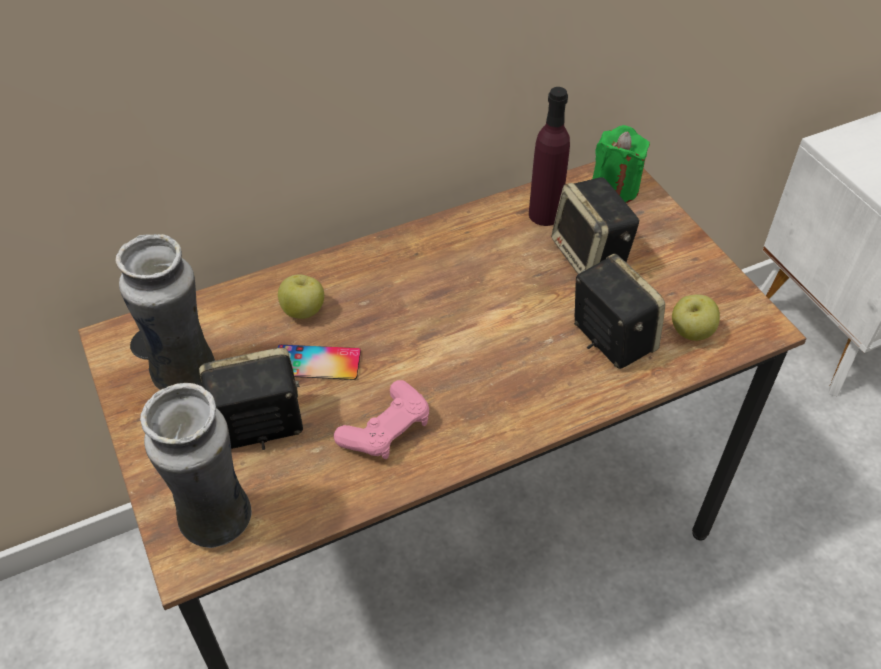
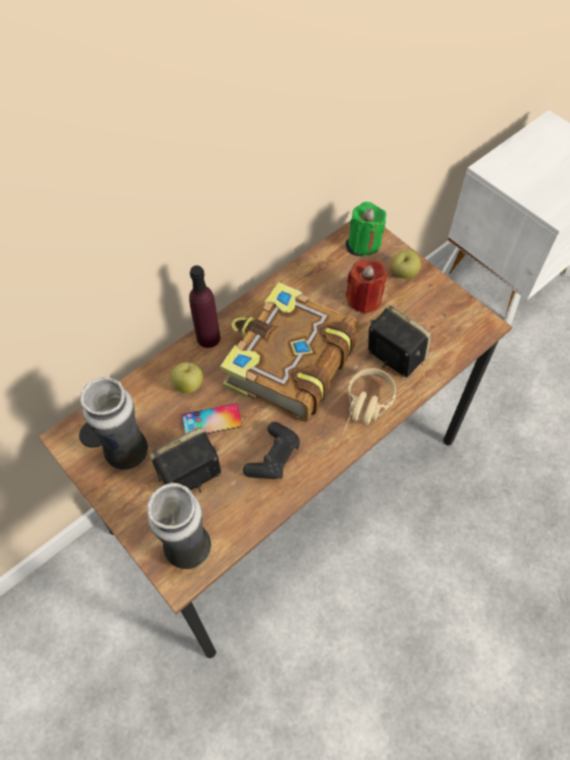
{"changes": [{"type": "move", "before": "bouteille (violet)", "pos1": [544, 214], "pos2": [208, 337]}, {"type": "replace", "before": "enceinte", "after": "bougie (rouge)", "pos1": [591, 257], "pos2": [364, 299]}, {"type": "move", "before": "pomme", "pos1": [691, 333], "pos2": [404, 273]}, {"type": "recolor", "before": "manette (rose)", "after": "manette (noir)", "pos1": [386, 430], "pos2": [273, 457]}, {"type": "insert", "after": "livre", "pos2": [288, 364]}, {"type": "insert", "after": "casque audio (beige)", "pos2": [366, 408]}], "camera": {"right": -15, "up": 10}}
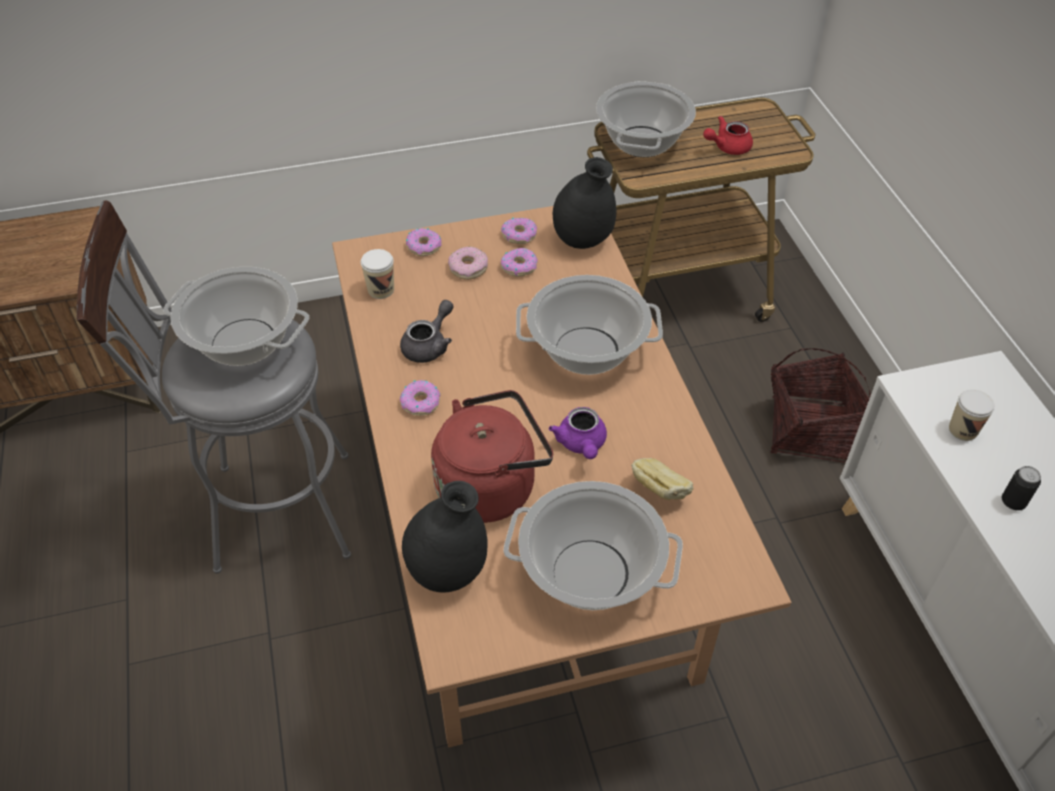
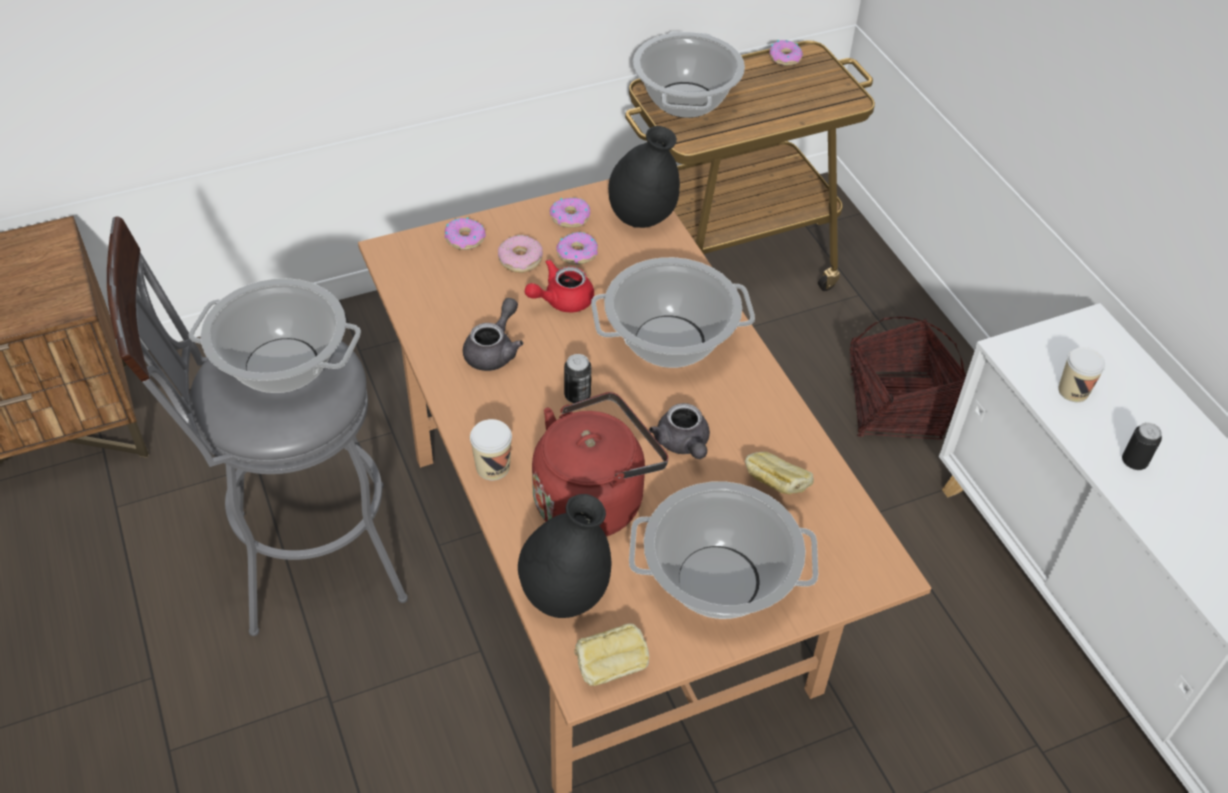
{"changes": [{"type": "move", "before": "théière (rouge)", "pos1": [727, 147], "pos2": [561, 300]}, {"type": "move", "before": "tasse", "pos1": [381, 290], "pos2": [493, 467]}, {"type": "move", "before": "beignet", "pos1": [421, 402], "pos2": [785, 57]}, {"type": "recolor", "before": "théière (violet)", "after": "théière (gris)", "pos1": [581, 444], "pos2": [683, 444]}, {"type": "insert", "after": "boîte métallique", "pos2": [577, 395]}, {"type": "insert", "after": "pain", "pos2": [610, 668]}], "camera": {"right": -10, "up": 0}}
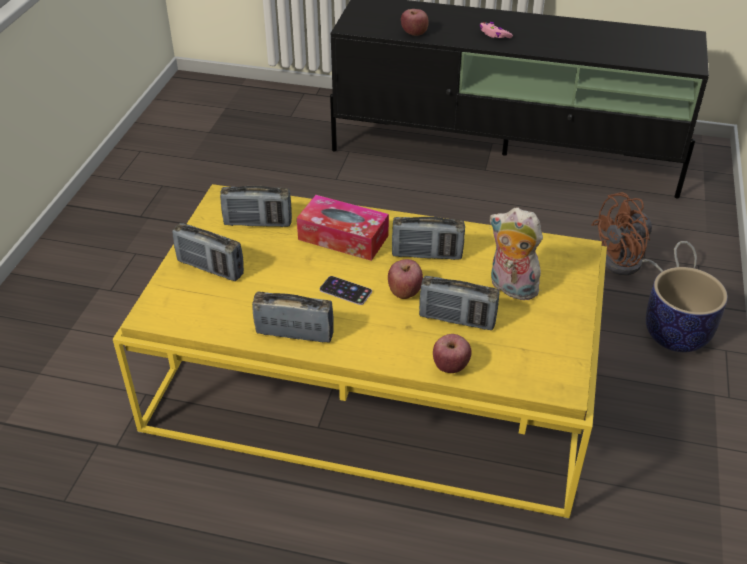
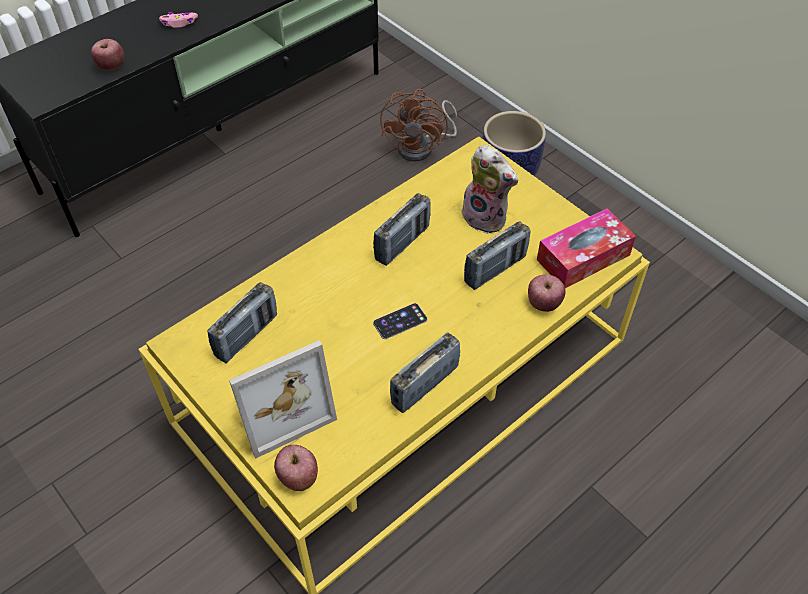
{"changes": [{"type": "move", "before": "boîte à mouchoirs", "pos1": [343, 237], "pos2": [583, 257]}, {"type": "rotate", "before": "peluche", "pos1": [510, 288], "pos2": [487, 217], "turn": -120}, {"type": "replace", "before": "radio", "after": "cadre photo", "pos1": [210, 268], "pos2": [279, 406]}, {"type": "move", "before": "pomme", "pos1": [404, 291], "pos2": [298, 477]}], "camera": {"right": -55, "up": 10}}
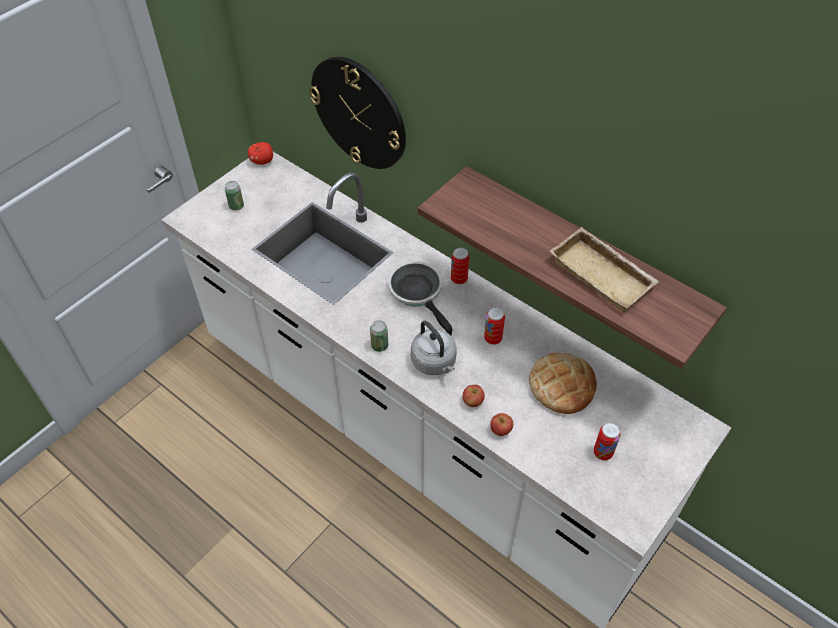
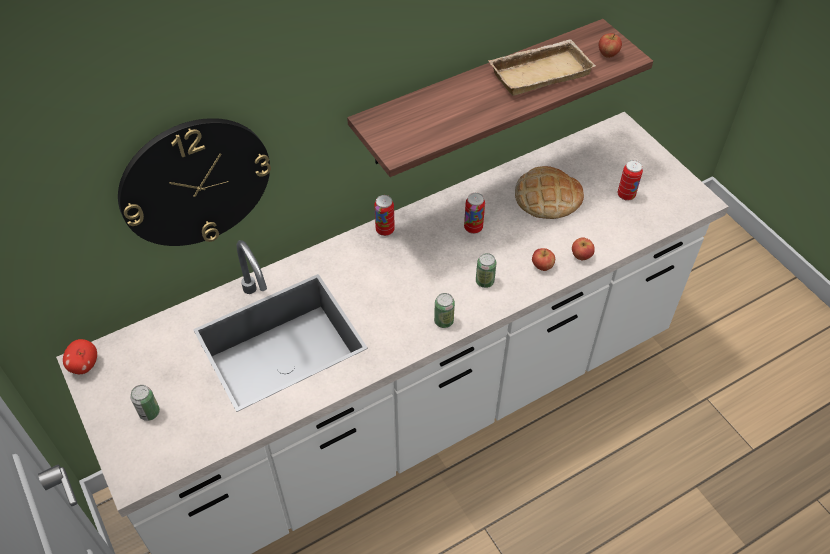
{"changes": [{"type": "delete", "before": "poêle", "pos1": [418, 293]}, {"type": "replace", "before": "bouilloire (gris)", "after": "boîte métallique", "pos1": [435, 363], "pos2": [484, 281]}, {"type": "insert", "after": "pomme", "pos2": [607, 54]}], "camera": {"right": -70, "up": 0}}
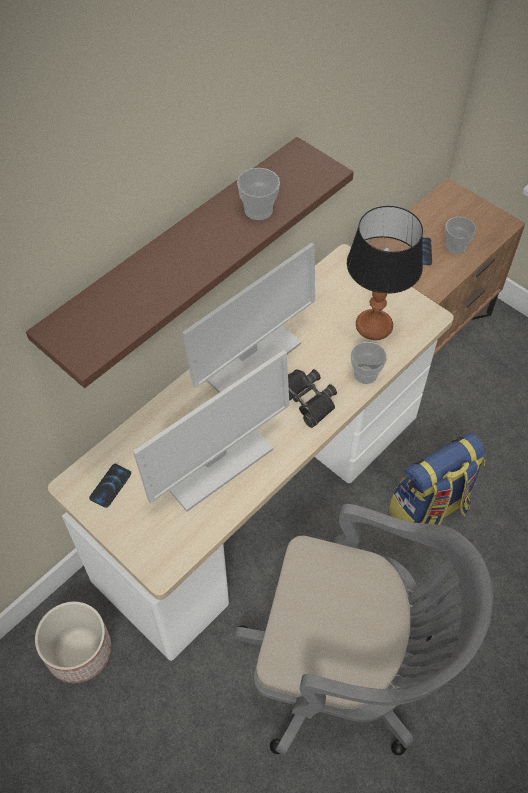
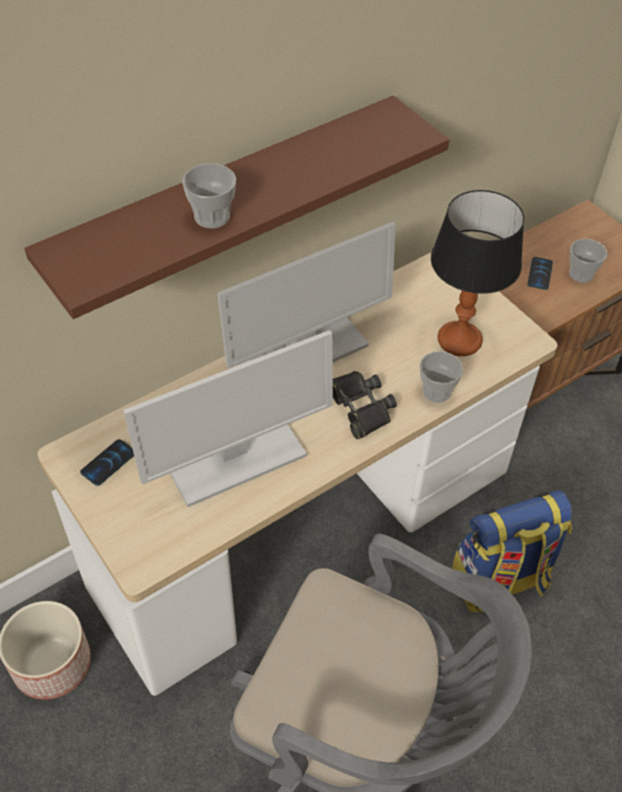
{"changes": [{"type": "move", "before": "tasse", "pos1": [258, 210], "pos2": [212, 216]}], "camera": {"right": 10, "up": -5}}
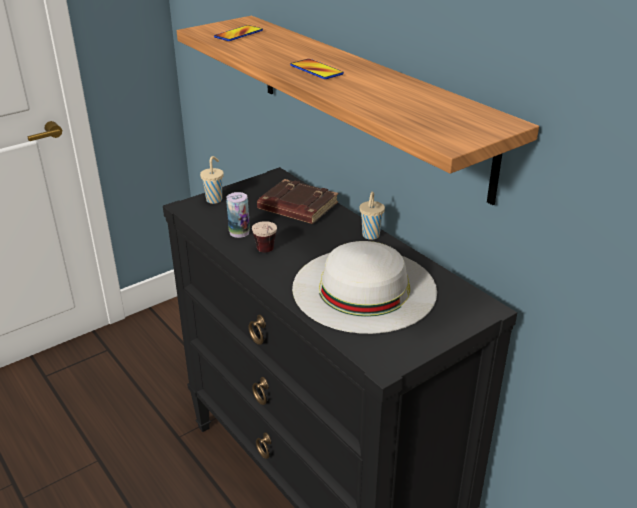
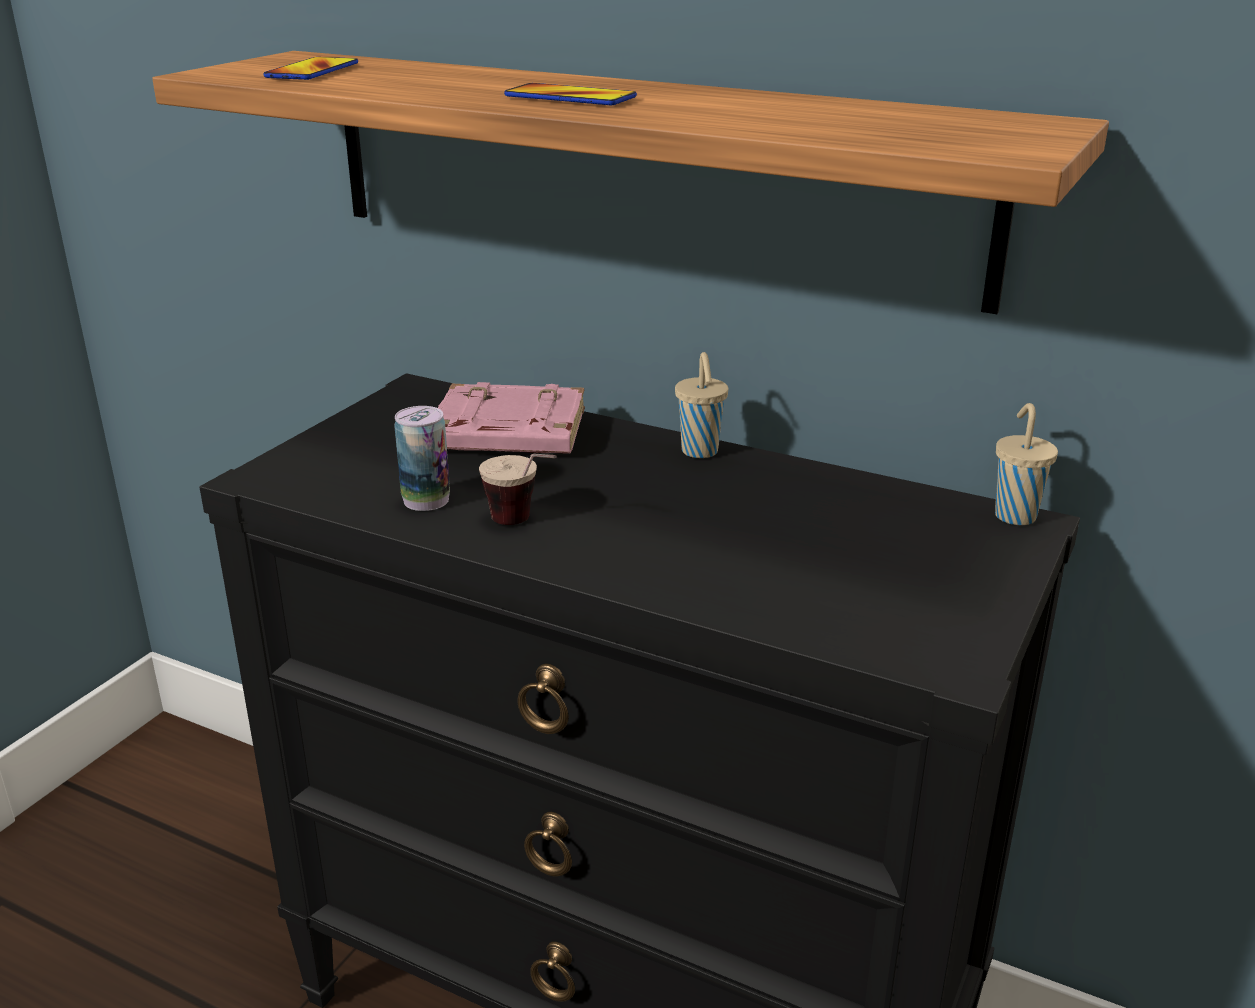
{"changes": [{"type": "move", "before": "tasse (beige)", "pos1": [214, 199], "pos2": [1014, 515]}, {"type": "recolor", "before": "livre (marron)", "after": "livre (rose)", "pos1": [296, 207], "pos2": [507, 433]}, {"type": "delete", "before": "chapeau (blanc)", "pos1": [364, 288]}], "camera": {"right": -25, "up": -5}}
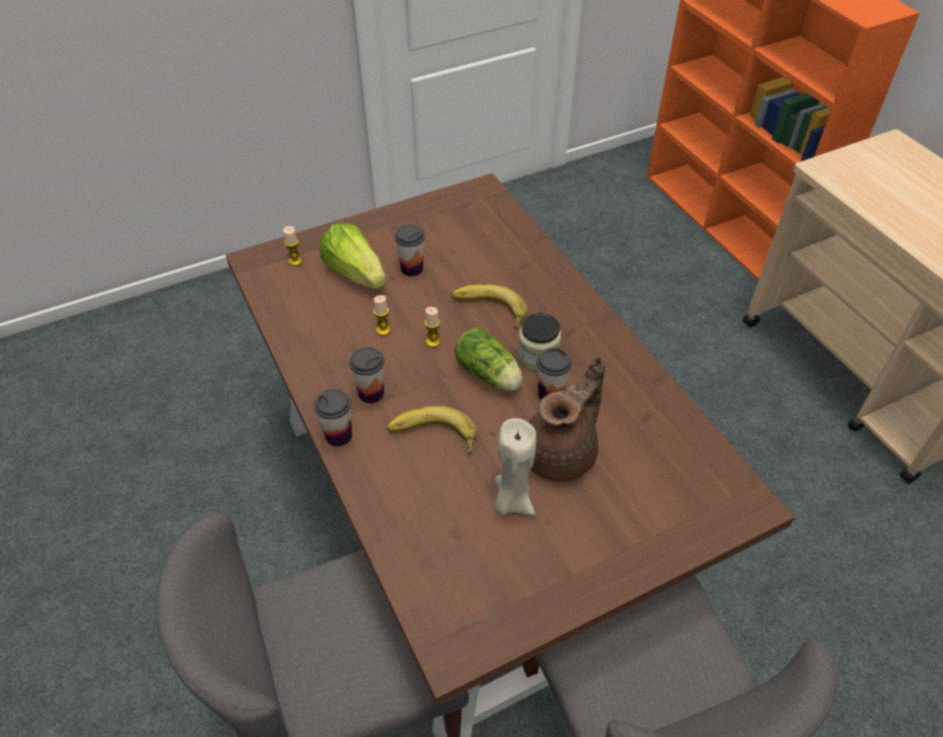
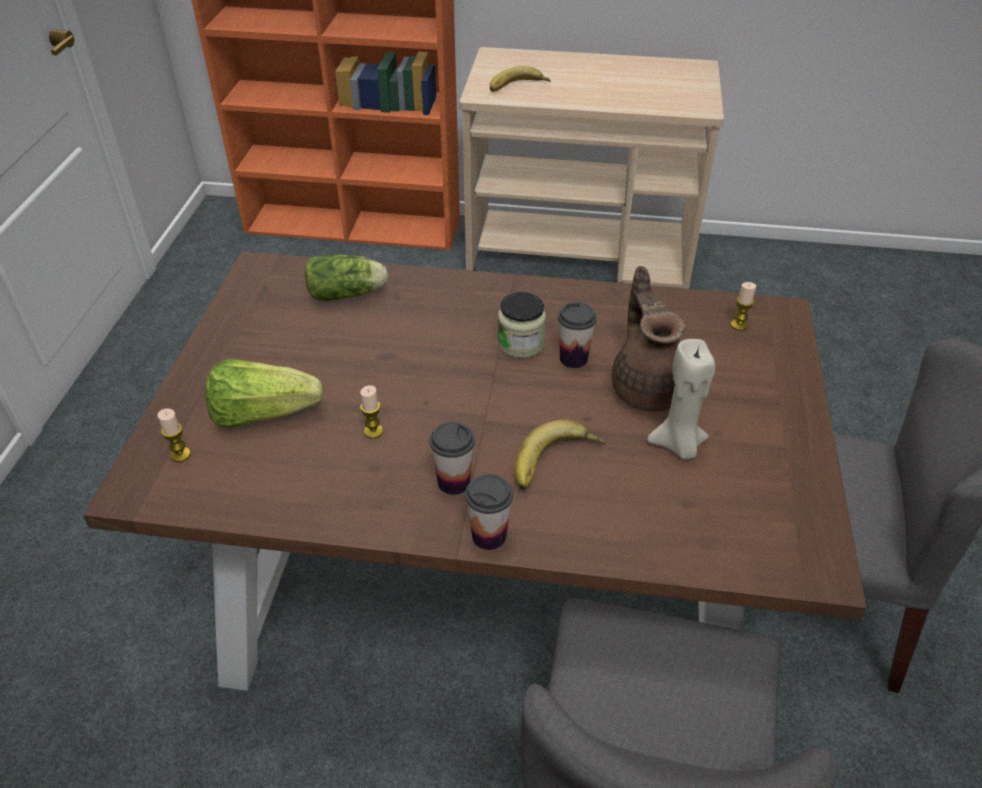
{"changes": [{"type": "delete", "before": "tasse", "pos1": [411, 268]}, {"type": "move", "before": "banane", "pos1": [488, 311], "pos2": [518, 87]}, {"type": "move", "before": "bougie", "pos1": [433, 342], "pos2": [739, 325]}, {"type": "move", "before": "laitue", "pos1": [490, 376], "pos2": [349, 294]}], "camera": {"right": -55, "up": -5}}
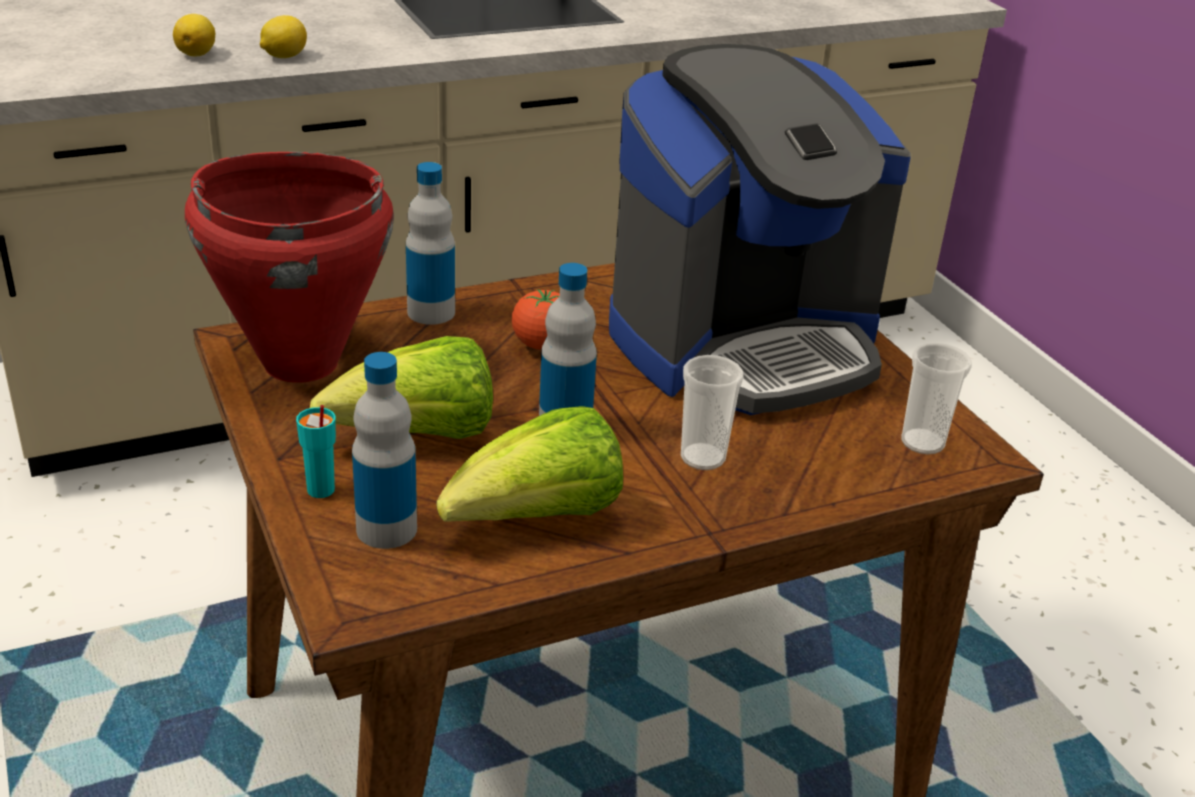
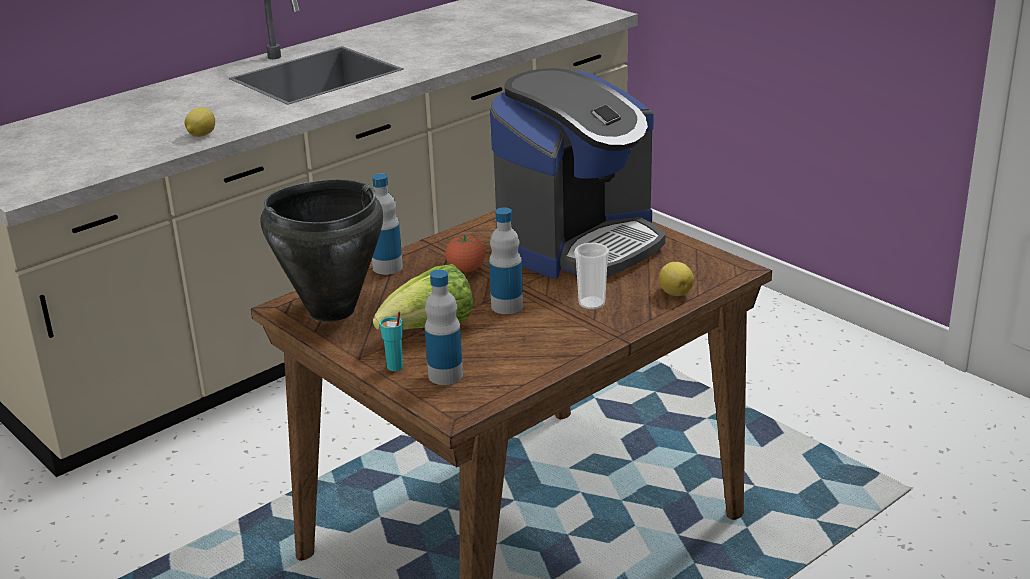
{"changes": [{"type": "move", "before": "citron", "pos1": [197, 54], "pos2": [675, 292]}, {"type": "recolor", "before": "marmite (rouge)", "after": "marmite (noir)", "pos1": [299, 362], "pos2": [331, 310]}, {"type": "delete", "before": "tasse", "pos1": [922, 442]}, {"type": "delete", "before": "laitue", "pos1": [538, 519]}], "camera": {"right": -15, "up": -5}}
